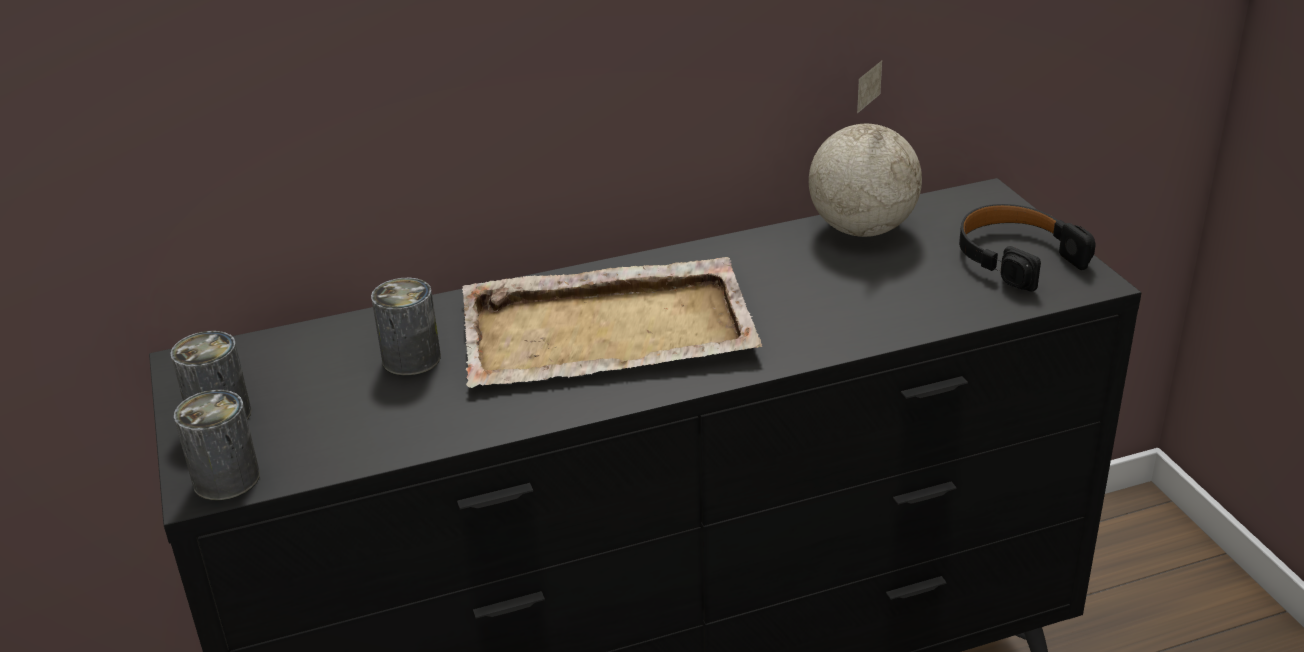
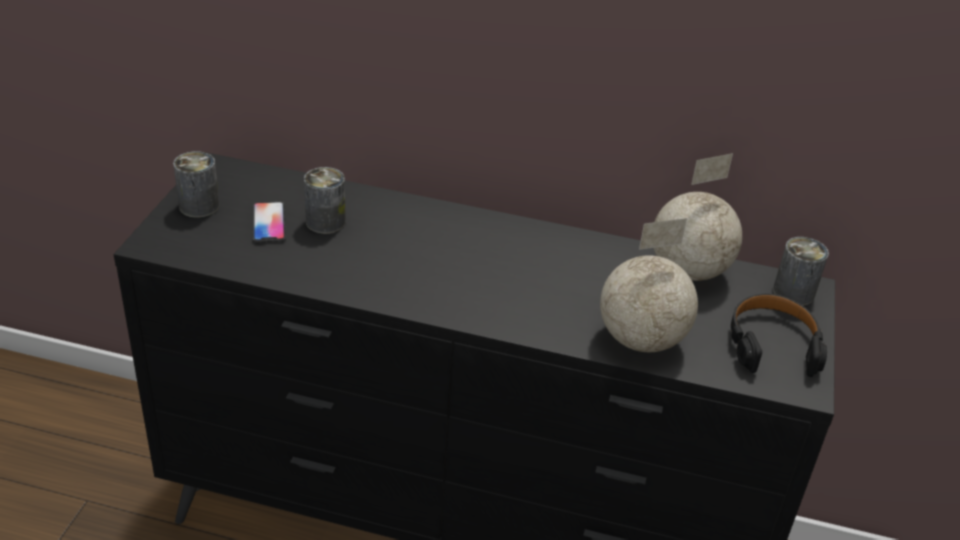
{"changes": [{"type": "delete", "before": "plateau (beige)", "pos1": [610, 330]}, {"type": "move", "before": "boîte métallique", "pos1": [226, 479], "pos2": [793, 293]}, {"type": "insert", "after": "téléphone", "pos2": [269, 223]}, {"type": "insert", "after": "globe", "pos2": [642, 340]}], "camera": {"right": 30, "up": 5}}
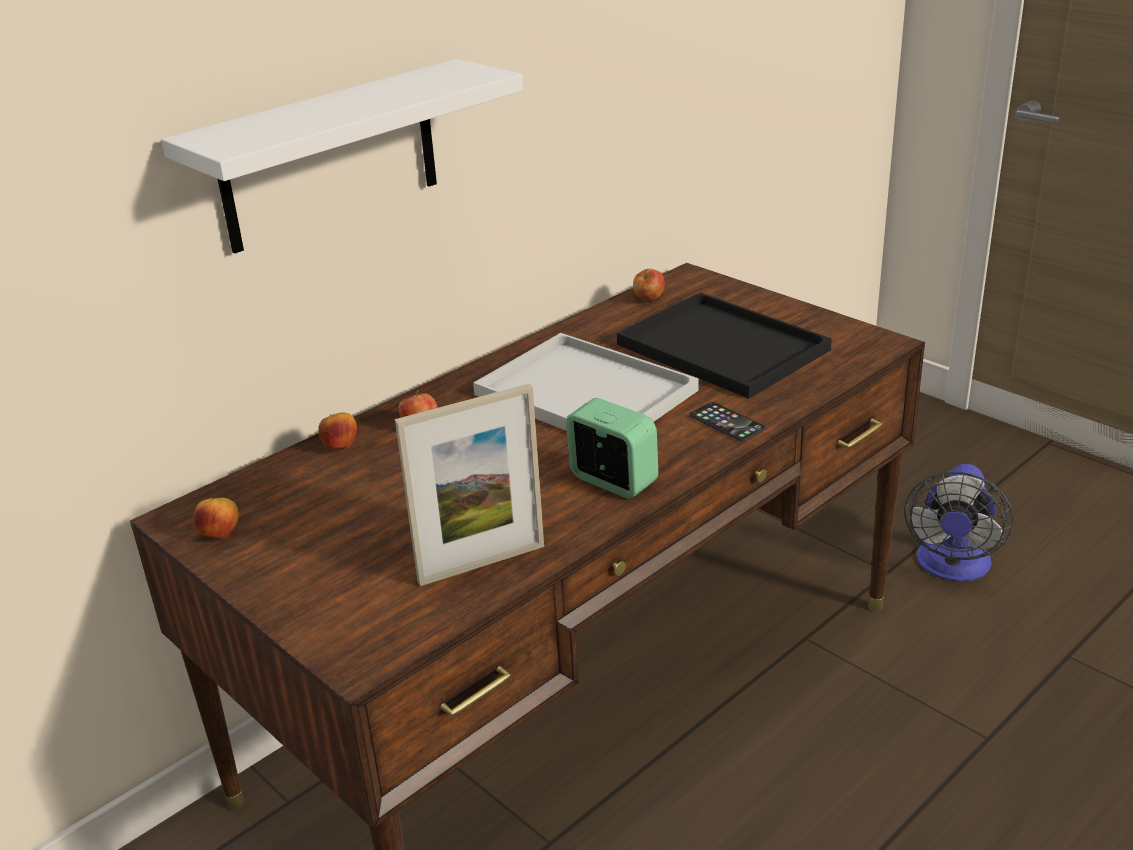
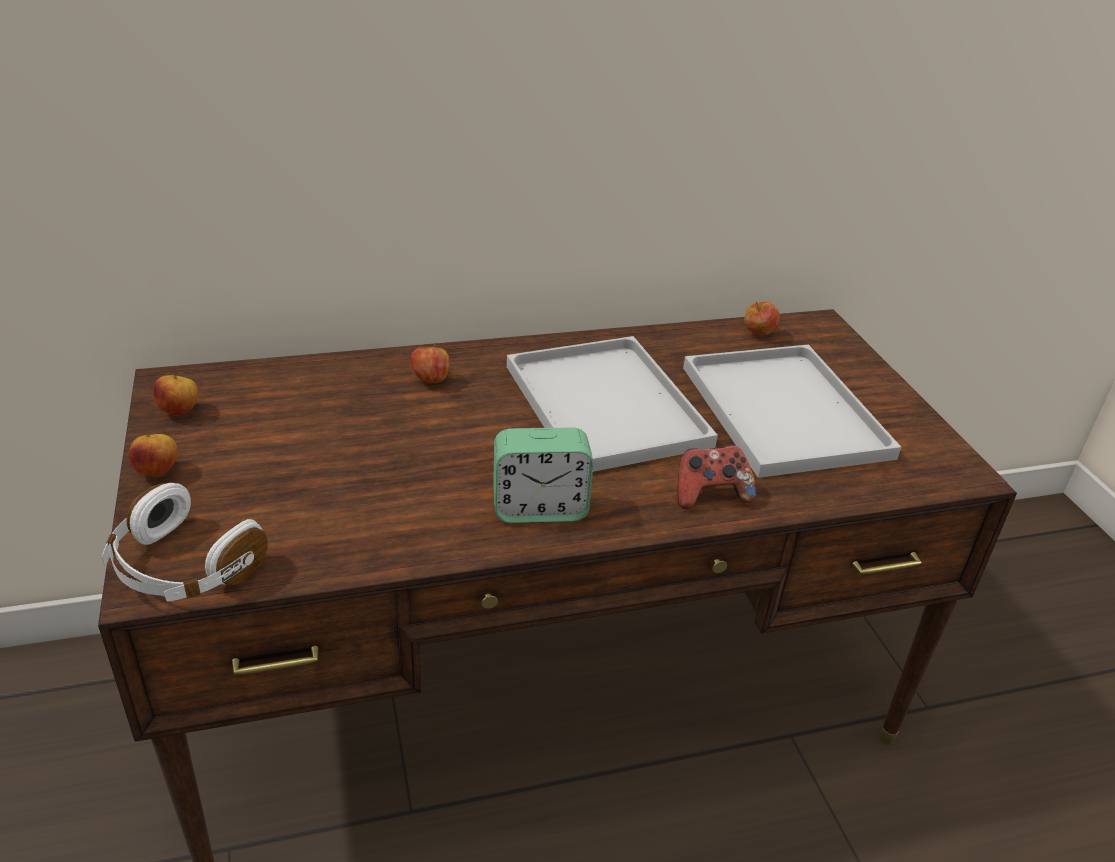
{"changes": [{"type": "delete", "before": "étagère (blanc)", "pos1": [330, 157]}, {"type": "recolor", "before": "plateau (noir)", "after": "plateau (blanc)", "pos1": [718, 347], "pos2": [780, 409]}, {"type": "delete", "before": "cadre photo", "pos1": [481, 563]}, {"type": "rotate", "before": "réveil", "pos1": [613, 481], "pos2": [539, 508], "turn": 105}, {"type": "replace", "before": "téléphone", "after": "manette", "pos1": [726, 422], "pos2": [710, 494]}, {"type": "move", "before": "pomme", "pos1": [340, 447], "pos2": [158, 472]}, {"type": "delete", "before": "ventilateur", "pos1": [952, 567]}, {"type": "insert", "after": "casque audio (blanc)", "pos2": [183, 567]}], "camera": {"right": 25, "up": 5}}
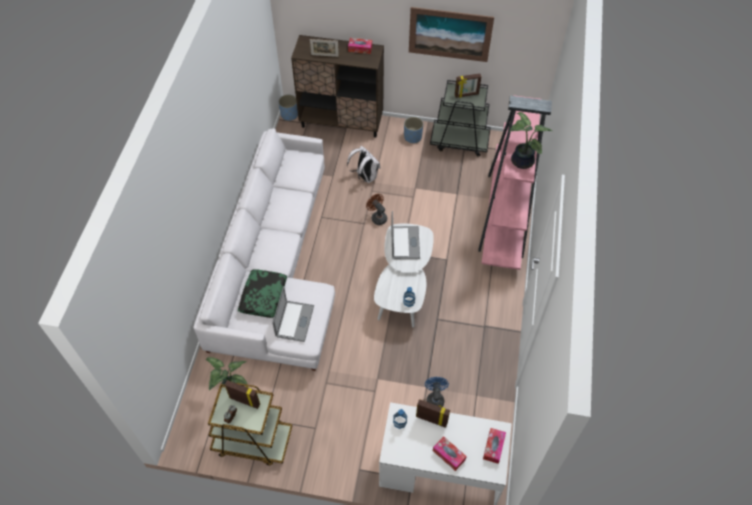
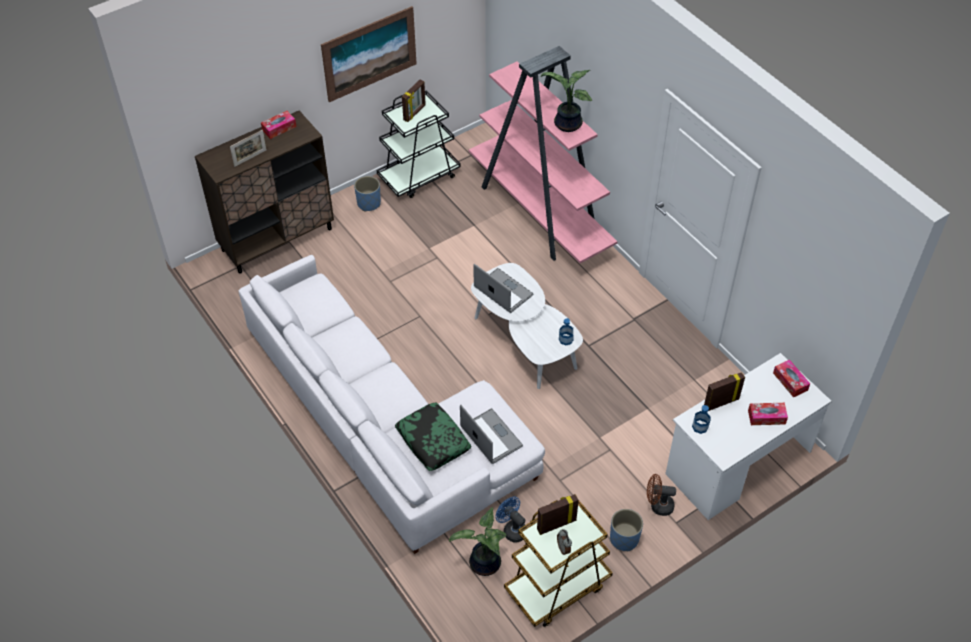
{"changes": [{"type": "move", "before": "cache-pot (bleu)", "pos1": [289, 115], "pos2": [624, 539]}, {"type": "delete", "before": "sac à dos (blanc)", "pos1": [365, 177]}, {"type": "move", "before": "ventilateur (marron)", "pos1": [377, 217], "pos2": [658, 505]}, {"type": "move", "before": "ventilateur (bleu)", "pos1": [435, 398], "pos2": [512, 529]}], "camera": {"right": -45, "up": -5}}
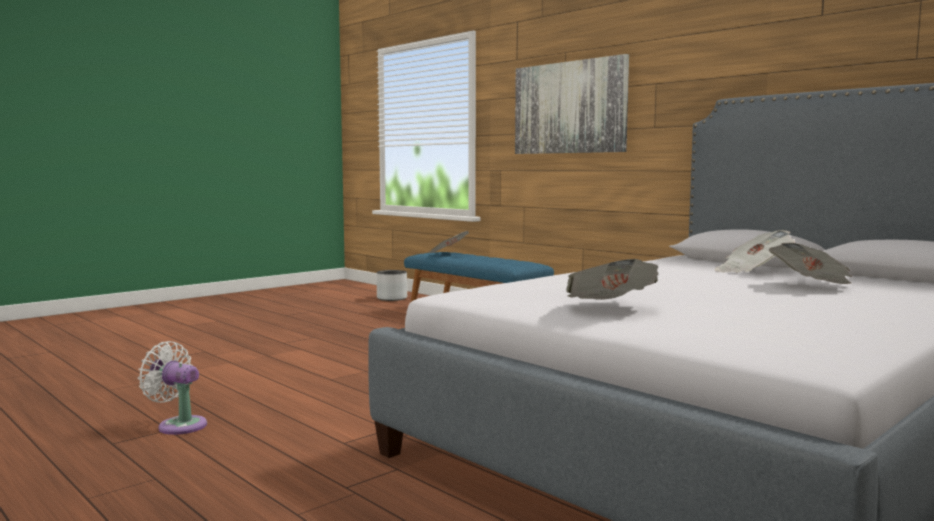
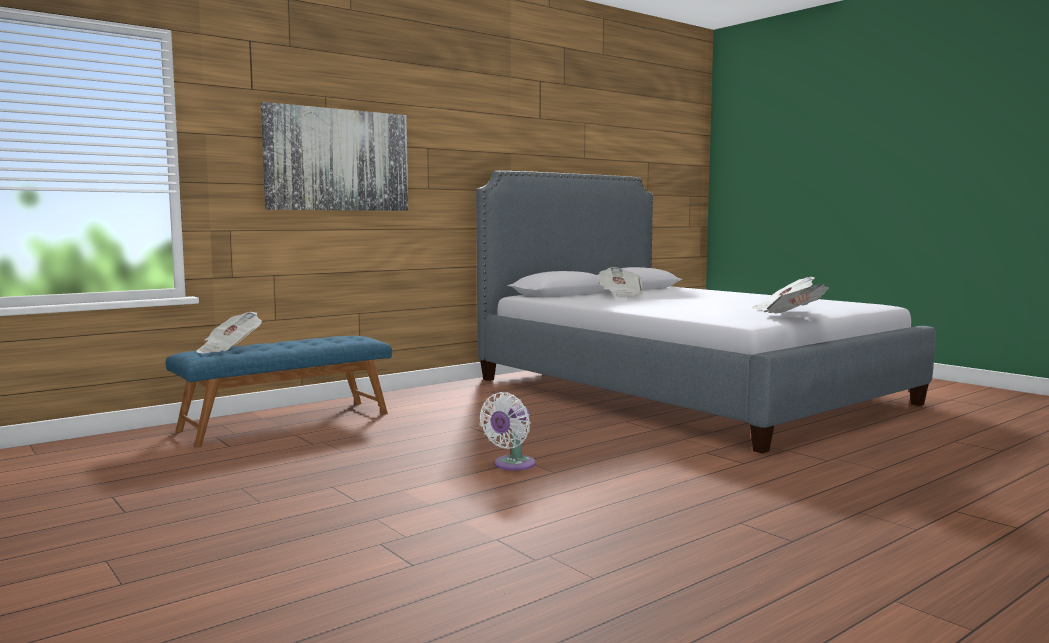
{"changes": [{"type": "move", "before": "journal", "pos1": [812, 286], "pos2": [794, 316]}, {"type": "delete", "before": "cache-pot (gris)", "pos1": [392, 298]}, {"type": "move", "before": "ventilateur (blanc)", "pos1": [179, 425], "pos2": [511, 465]}], "camera": {"right": -85, "up": 0}}
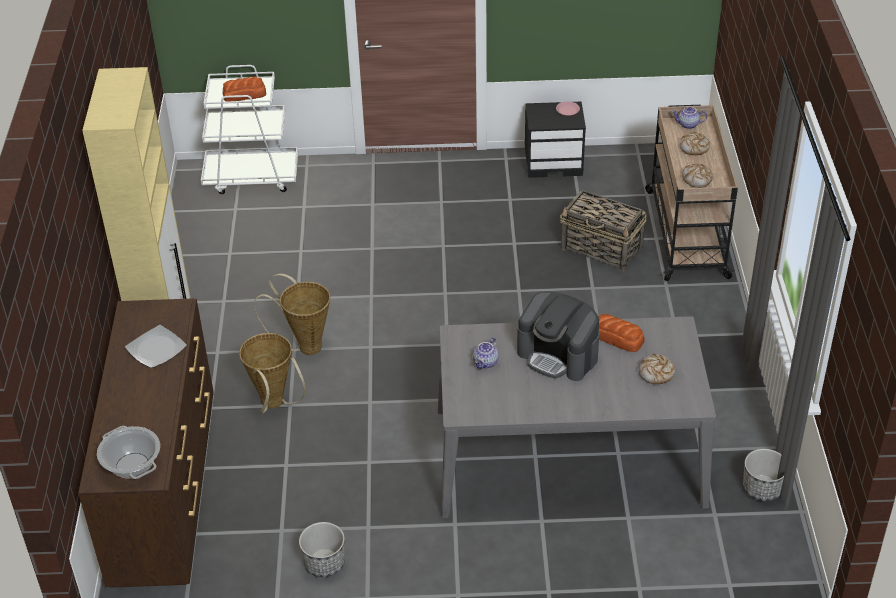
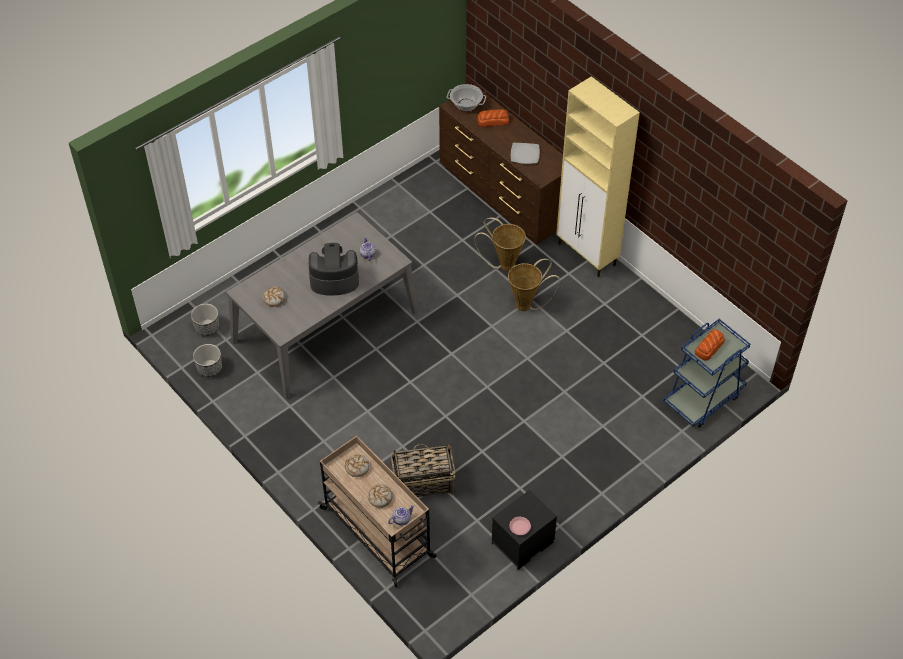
{"changes": [{"type": "recolor", "before": "chariot (blanc)", "after": "chariot (bleu)", "pos1": [252, 177], "pos2": [703, 398]}, {"type": "move", "before": "pain", "pos1": [617, 338], "pos2": [492, 121]}, {"type": "move", "before": "cache-pot", "pos1": [324, 563], "pos2": [207, 328]}], "camera": {"right": 140, "up": 10}}
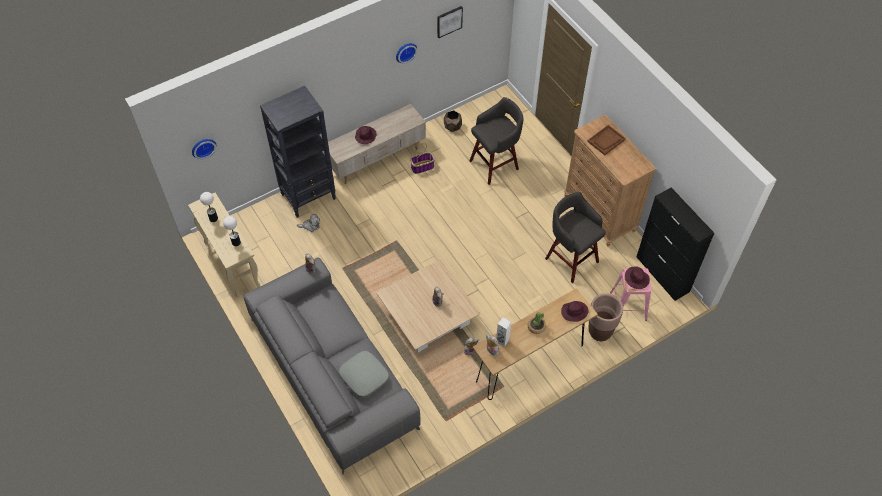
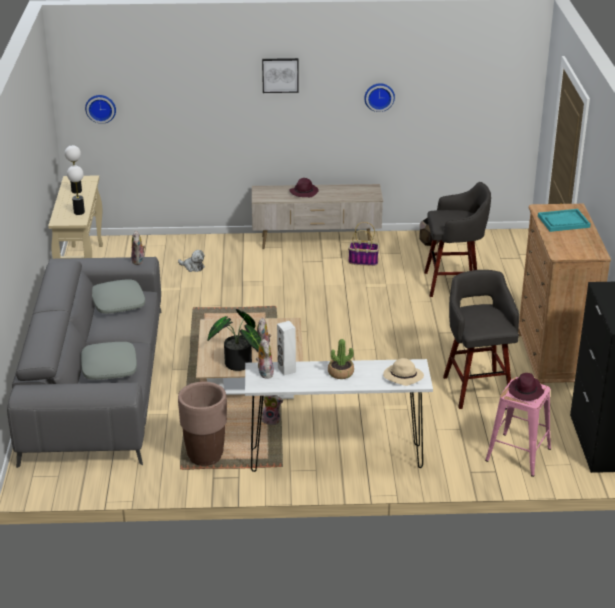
{"changes": [{"type": "move", "before": "tableau", "pos1": [449, 21], "pos2": [280, 75]}, {"type": "delete", "before": "bibliothèque (noir)", "pos1": [309, 196]}, {"type": "recolor", "before": "plateau (marron)", "after": "plateau (turquoise)", "pos1": [606, 141], "pos2": [563, 222]}, {"type": "recolor", "before": "table console (marron)", "after": "table console (blanc)", "pos1": [530, 363], "pos2": [336, 458]}, {"type": "move", "before": "cache-pot (marron)", "pos1": [600, 332], "pos2": [205, 456]}, {"type": "recolor", "before": "chapeau (violet)", "after": "chapeau (beige)", "pos1": [574, 312], "pos2": [402, 377]}, {"type": "insert", "after": "coussin (gris)", "pos2": [118, 303]}, {"type": "insert", "after": "plante en pot", "pos2": [239, 365]}], "camera": {"right": 30, "up": -25}}
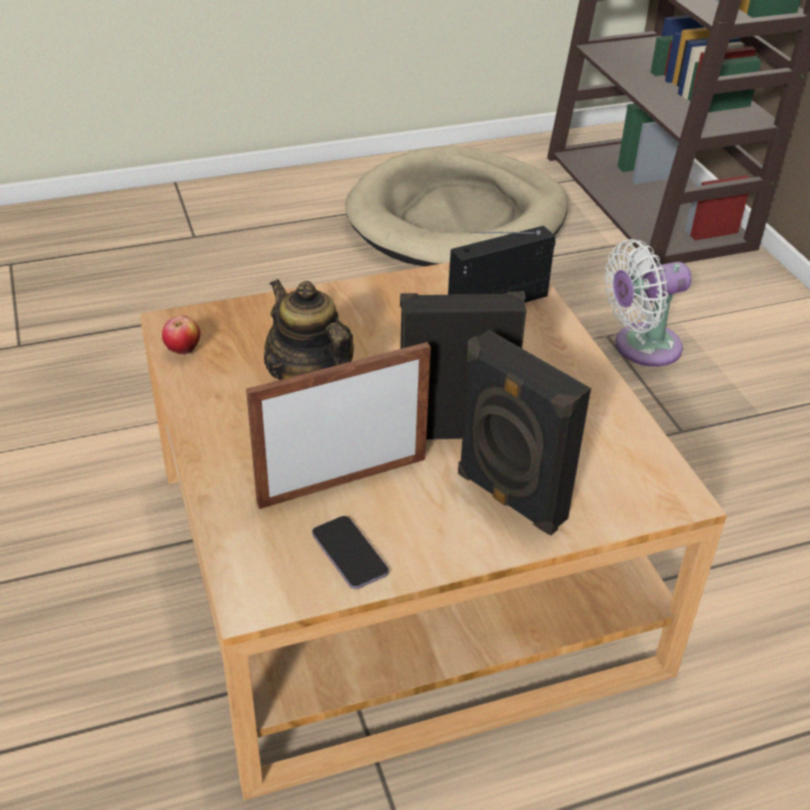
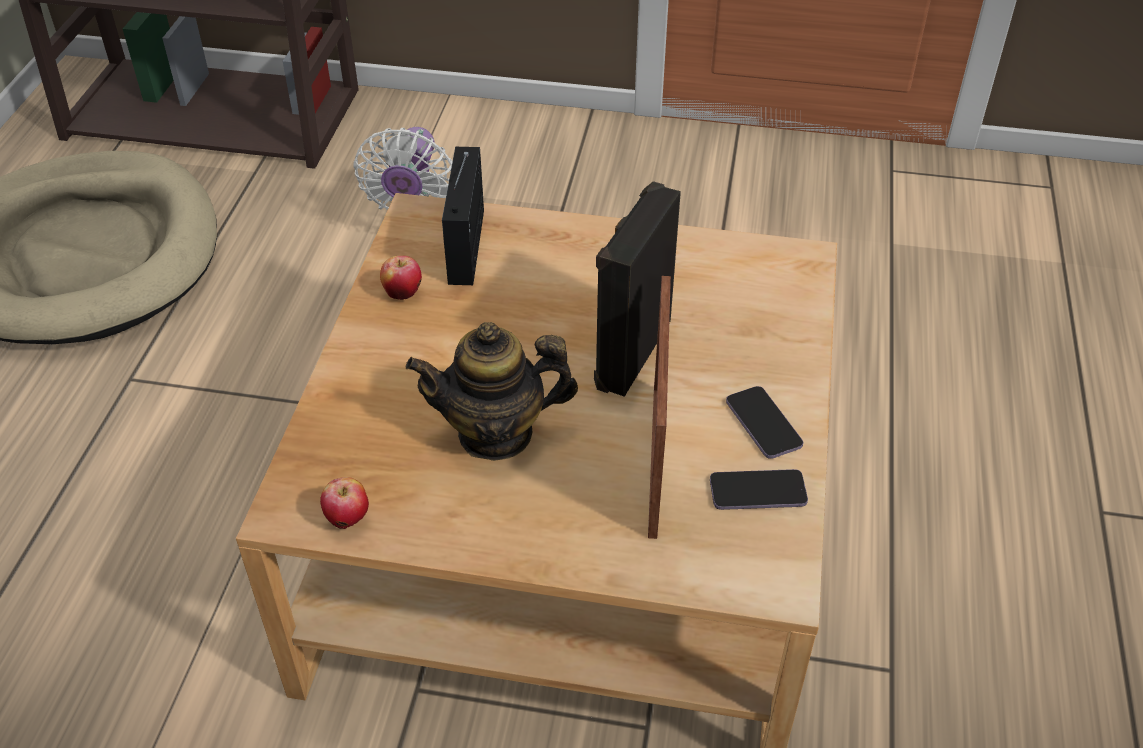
{"changes": [{"type": "delete", "before": "enceinte (noir)", "pos1": [508, 498]}, {"type": "insert", "after": "pomme", "pos2": [403, 293]}, {"type": "insert", "after": "téléphone", "pos2": [763, 424]}], "camera": {"right": -60, "up": 5}}
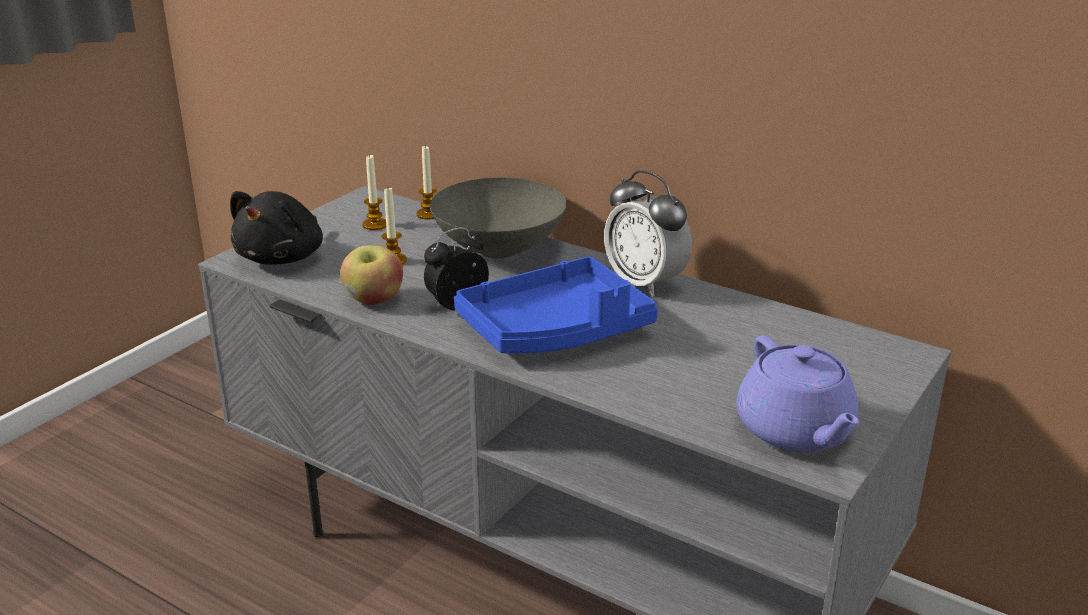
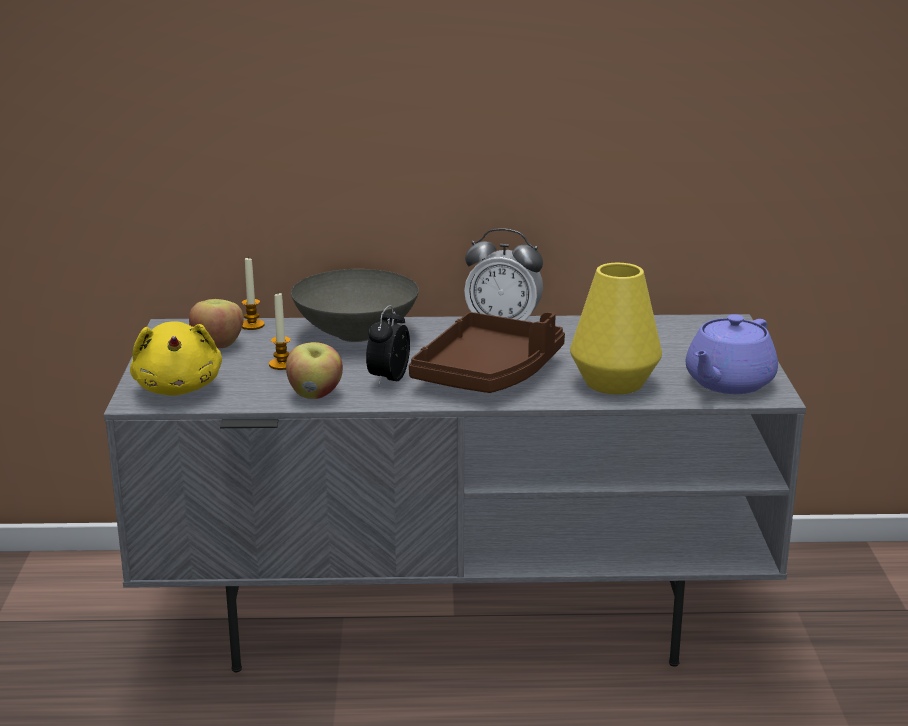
{"changes": [{"type": "replace", "before": "bougie", "after": "pomme", "pos1": [375, 225], "pos2": [218, 344]}, {"type": "recolor", "before": "peluche (noir)", "after": "peluche (jaune)", "pos1": [283, 257], "pos2": [178, 388]}, {"type": "recolor", "before": "plateau (bleu)", "after": "plateau (marron)", "pos1": [556, 330], "pos2": [489, 373]}, {"type": "rotate", "before": "théière (violet)", "pos1": [795, 431], "pos2": [728, 383], "turn": 90}, {"type": "insert", "after": "vase (jaune)", "pos2": [614, 383]}], "camera": {"right": -35, "up": -5}}
